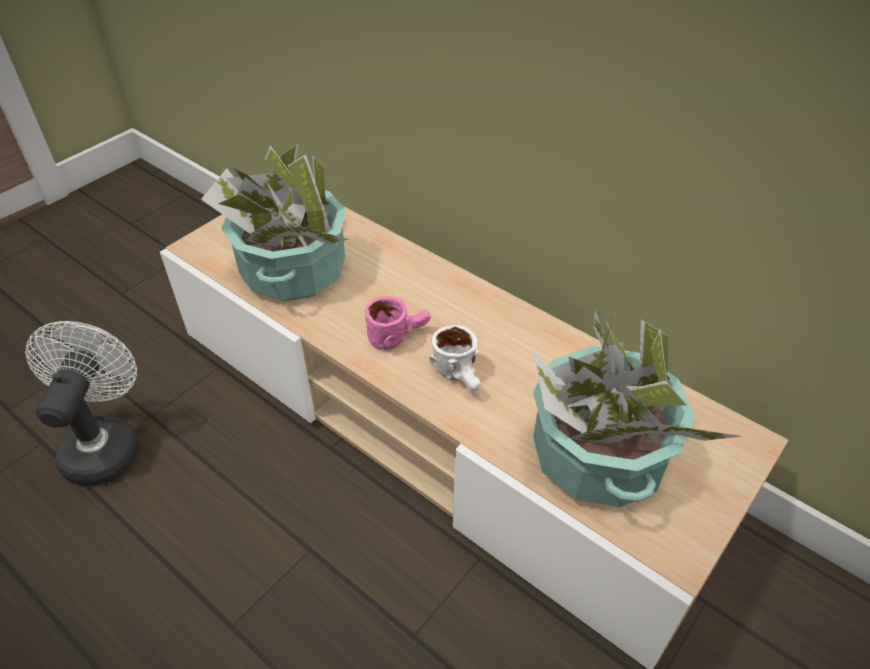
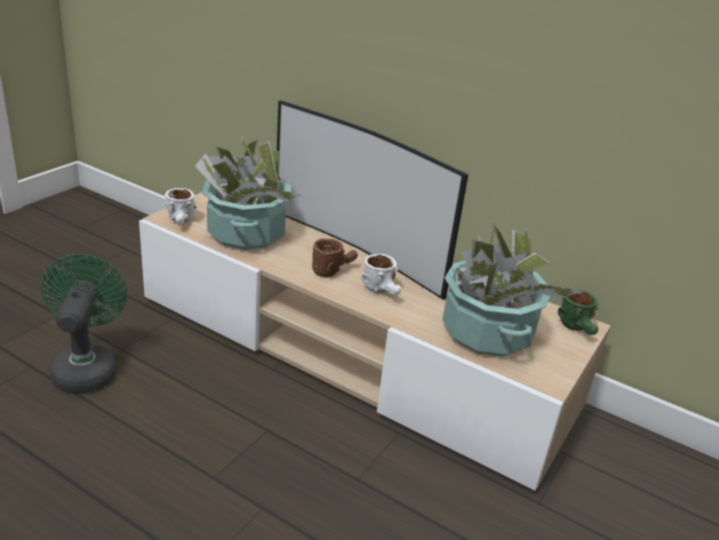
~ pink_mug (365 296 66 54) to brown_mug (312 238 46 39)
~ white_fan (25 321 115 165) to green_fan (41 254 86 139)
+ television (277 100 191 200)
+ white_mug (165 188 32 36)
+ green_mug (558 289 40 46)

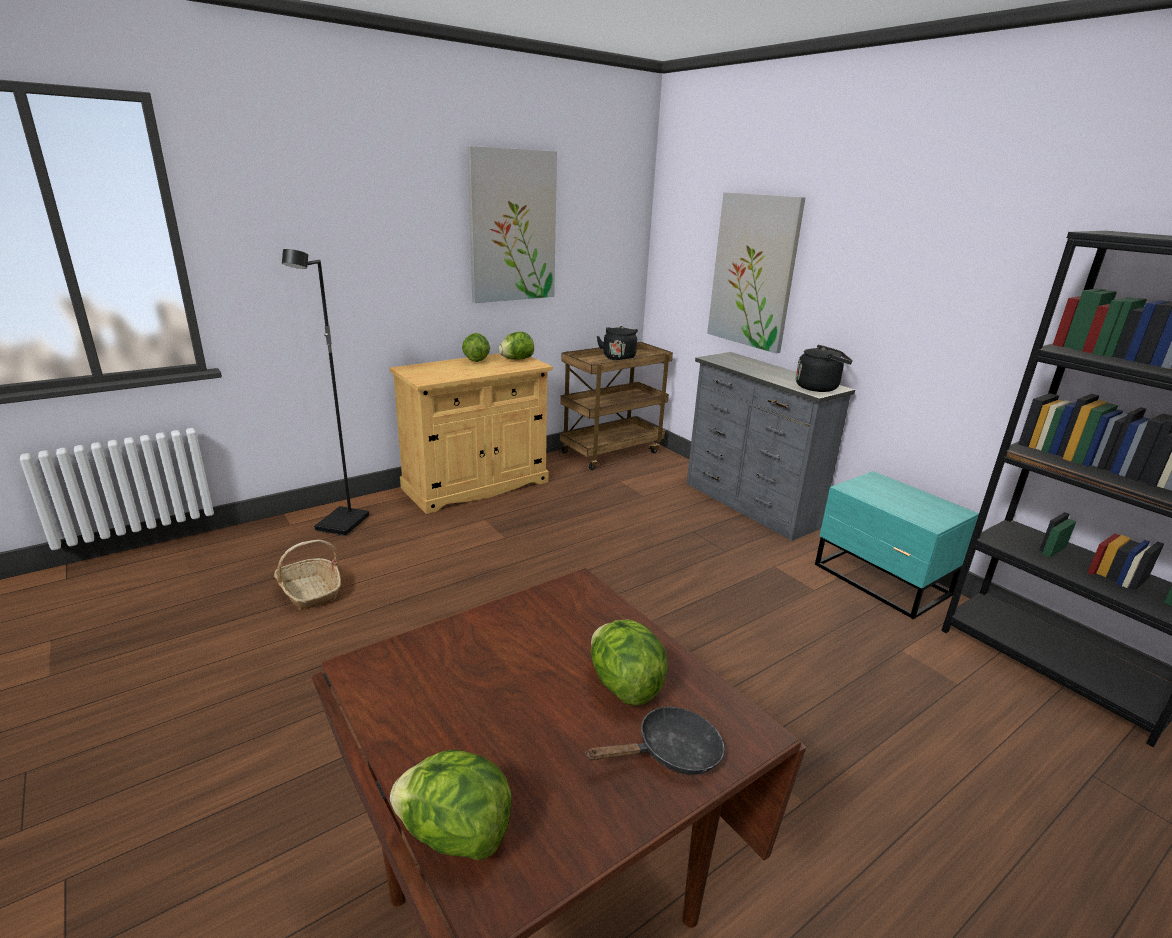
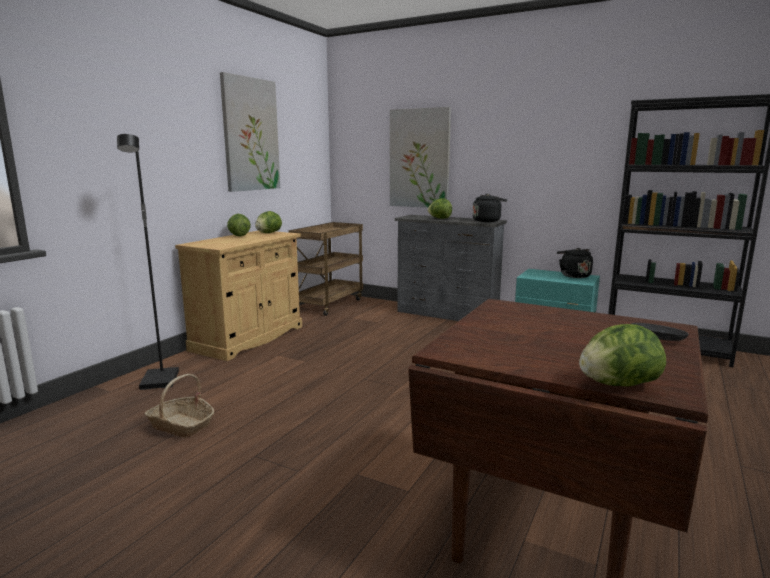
~ black_kettle (597 326 41 35) to (557 248 36 30)
~ lettuce (591 619 77 86) to (427 198 25 21)

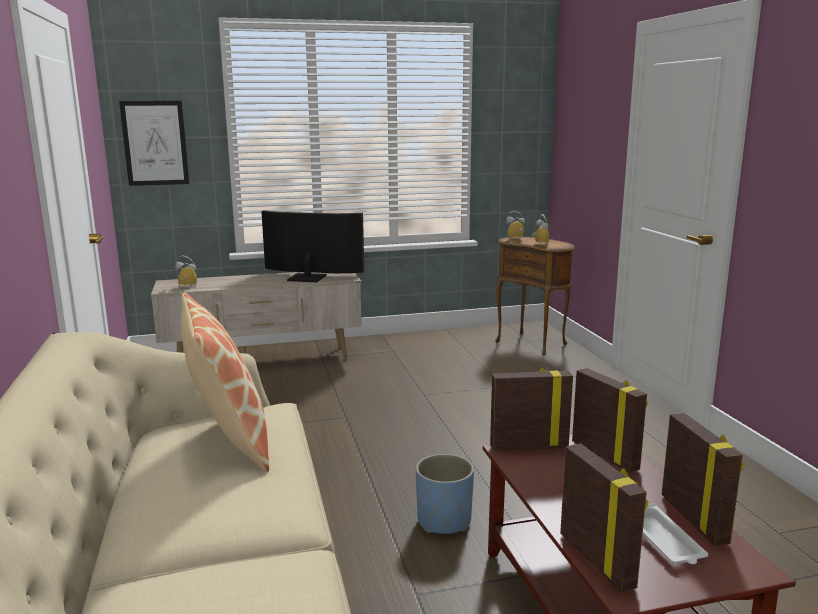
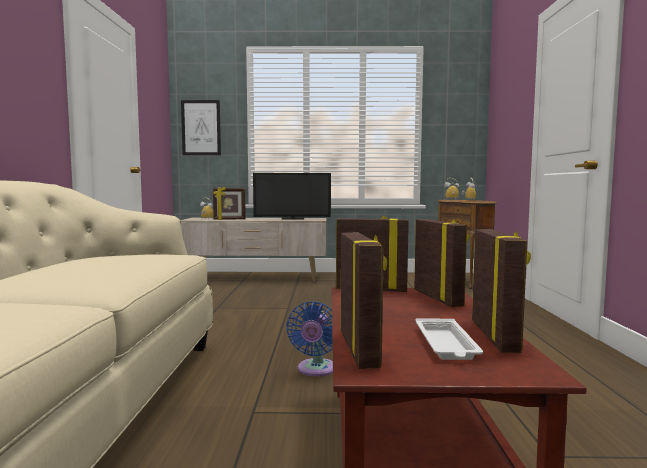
~ television (261 210 103 72) = (253 173 78 46) 150 degrees clockwise
- pillow (181 292 88 180)
~ blue_planter (416 454 58 80) to blue_fan (286 301 47 76)
+ picture_frame (213 187 33 33)

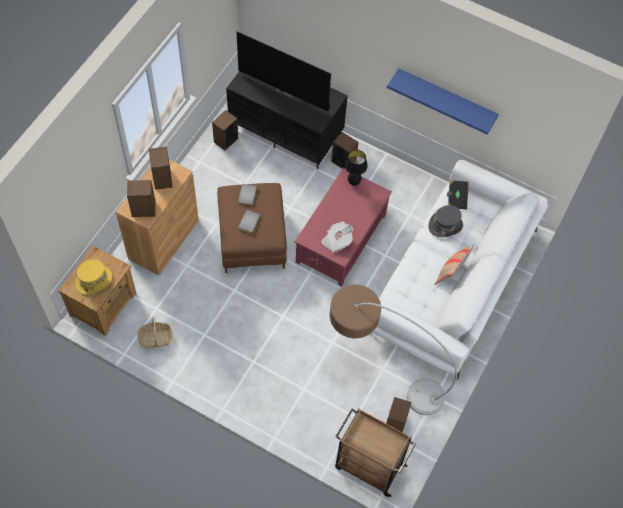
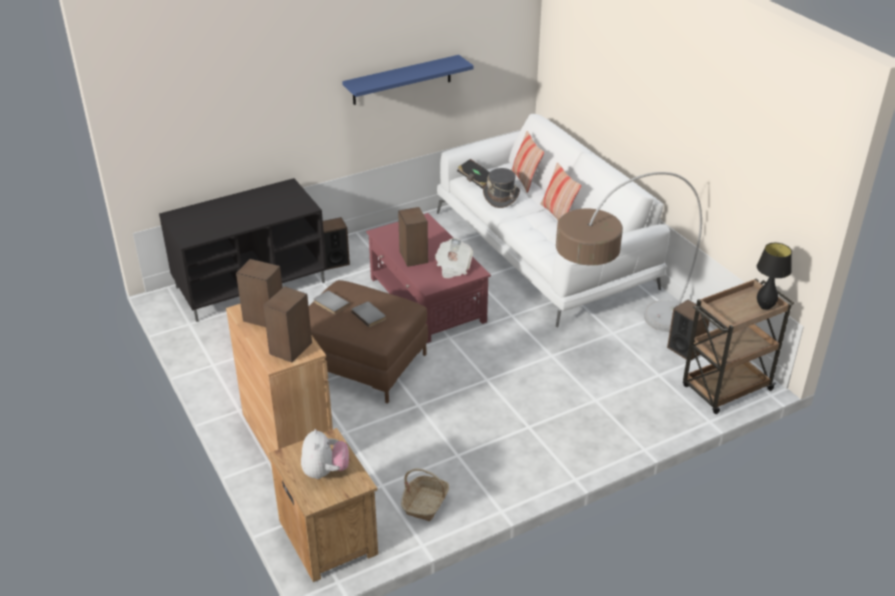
- television (237 31 94 80)
~ speaker (212 110 26 41) to (398 207 30 60)
~ black_table_lamp (345 150 23 36) to (757 243 35 67)
~ yellow_hat (75 259 37 36) to plush_toy (301 429 48 50)
+ pillow (511 131 33 62)

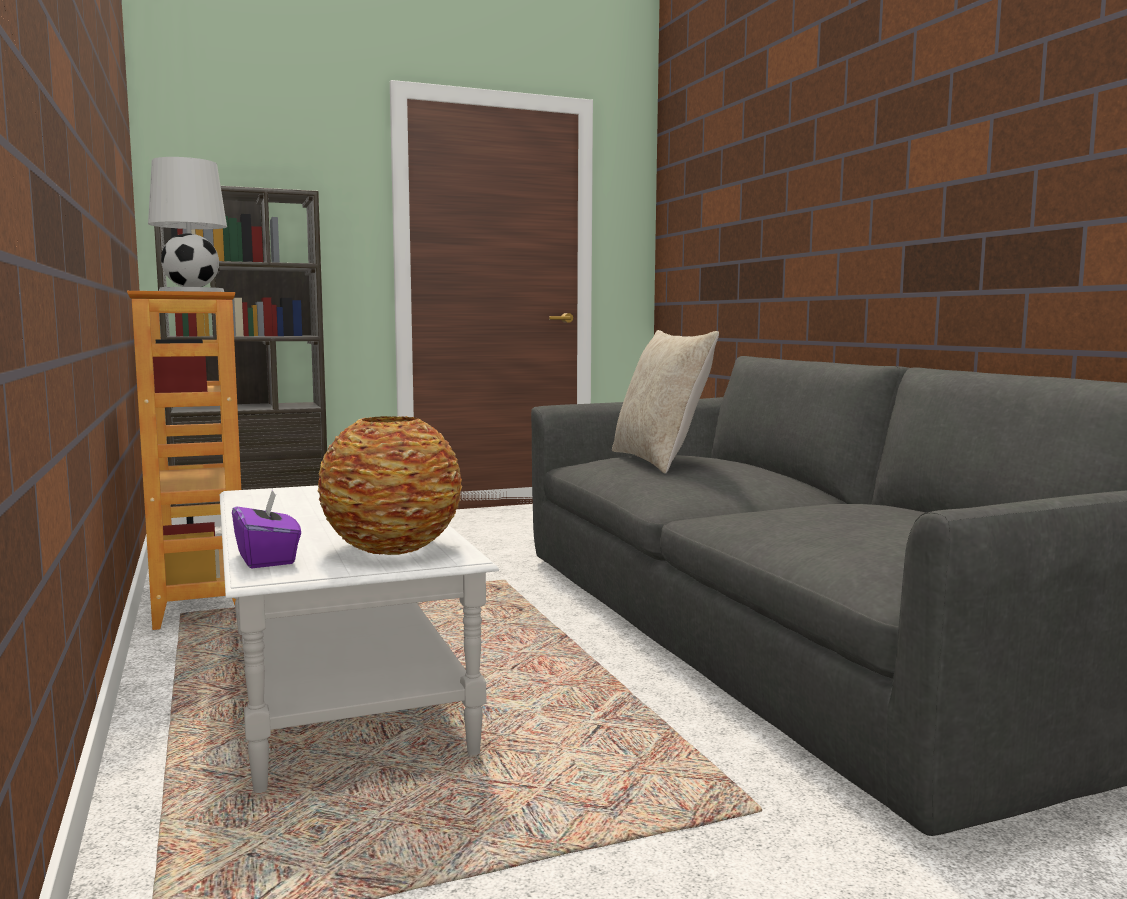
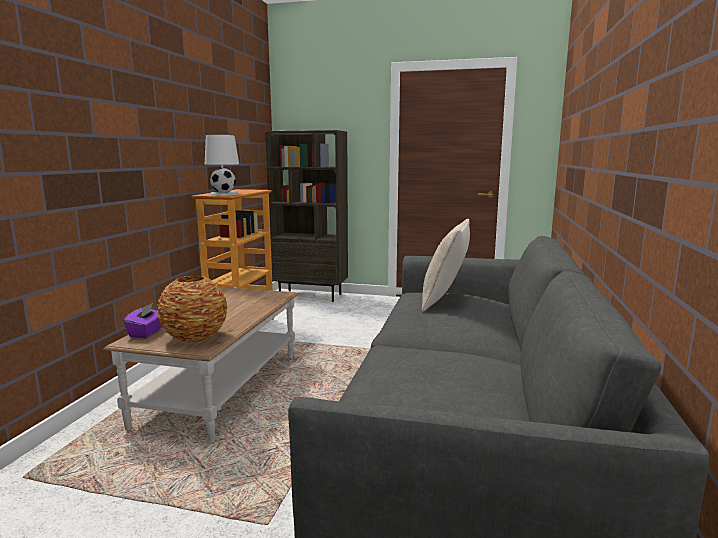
~ white_coffee_table (220 485 279 308) to brown_coffee_table (103 287 195 156)

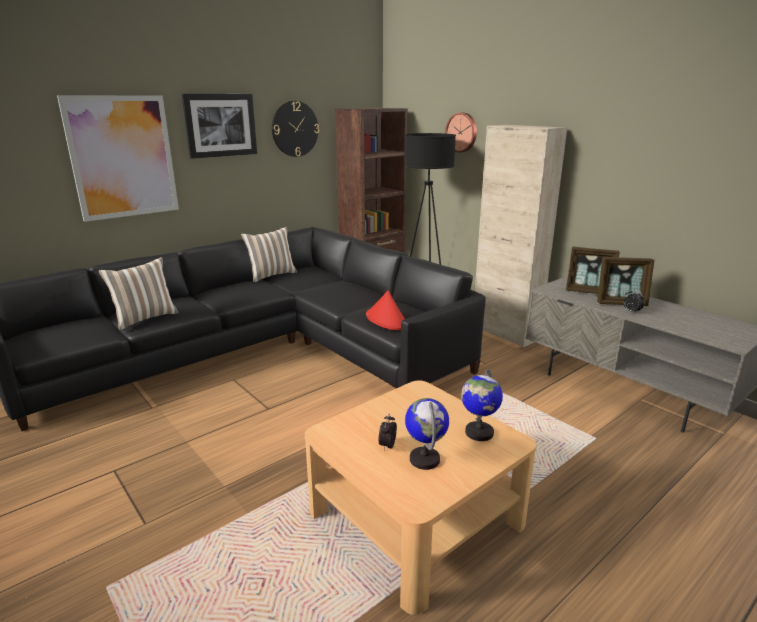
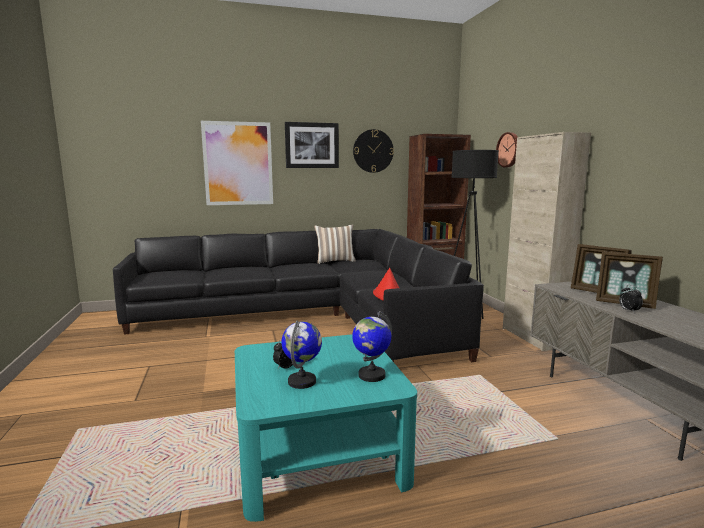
- pillow (99 257 80 73)
~ beige_coffee_table (305 380 231 235) to turquoise_coffee_table (235 334 182 188)

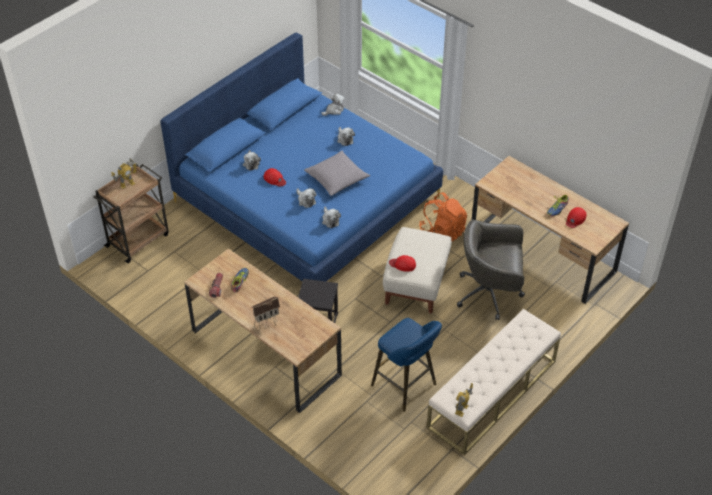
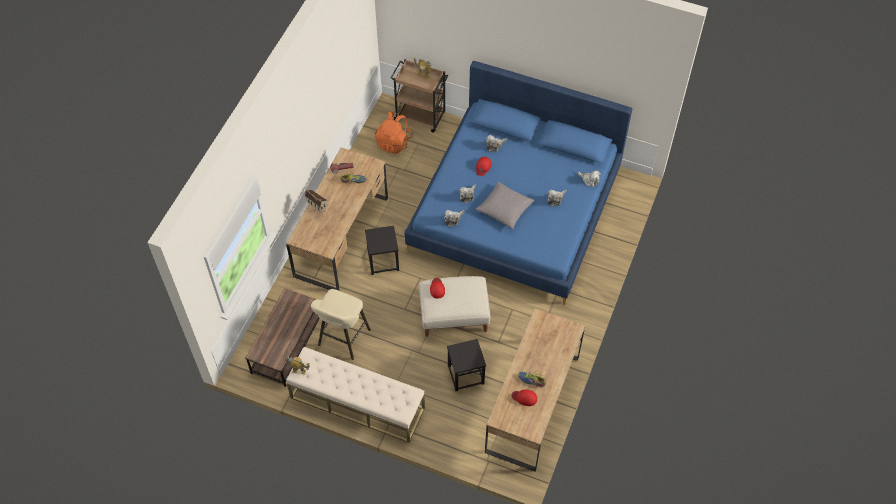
~ orange_backpack (419 193 48 48) to (375 111 38 43)
~ grey_office_chair (457 220 68 100) to black_stool (447 339 39 52)
~ blue_stool (371 318 71 94) to beige_stool (311 289 60 71)
+ brown_coffee_table (245 288 75 99)

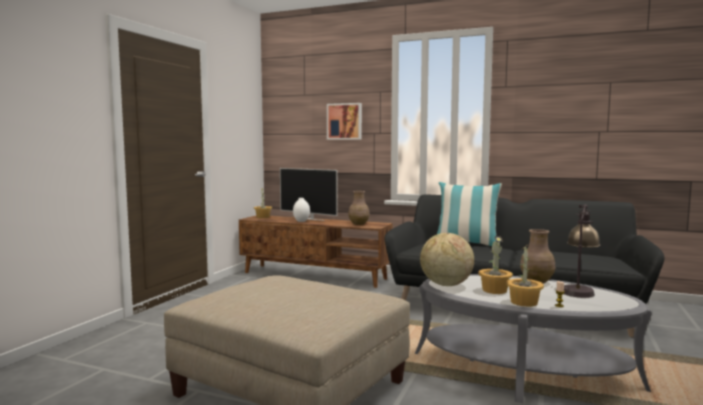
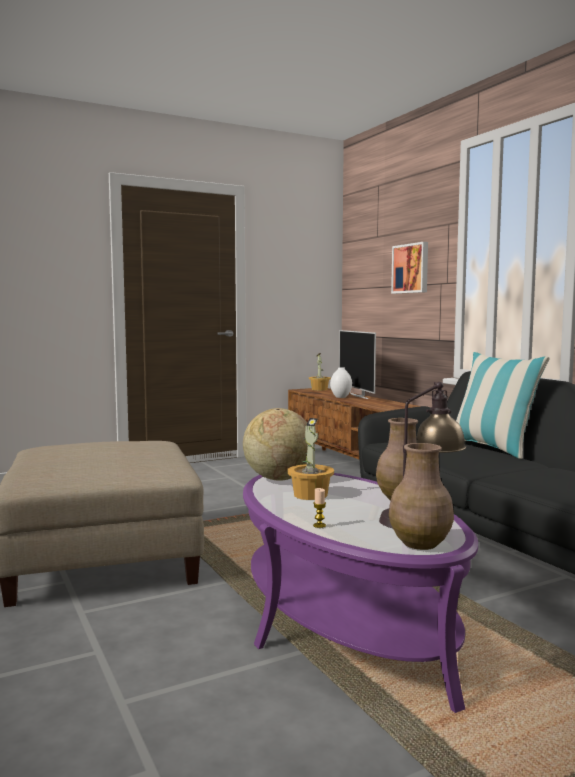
~ brown_vase (348 191 22 34) to (389 443 65 107)
- potted_plant (506 246 38 61)
~ grey_coffee_table (415 274 237 129) to purple_coffee_table (243 473 235 240)

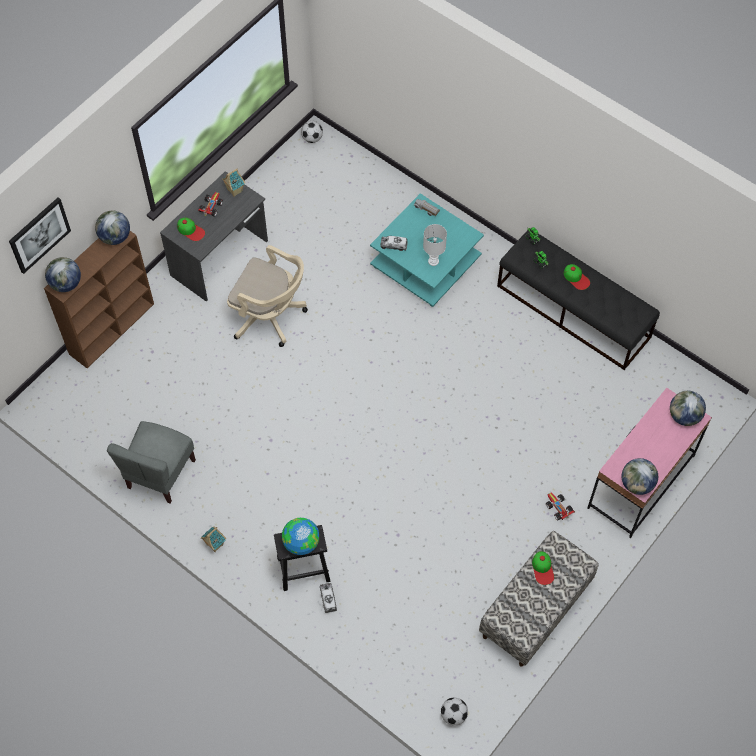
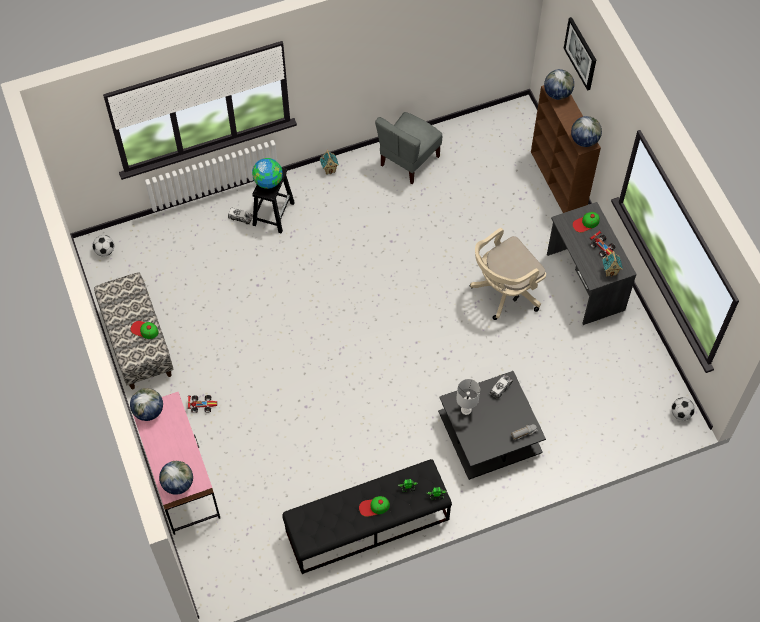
~ turquoise_coffee_table (370 193 114 114) to black_coffee_table (438 371 108 109)
~ grey_chair (107 421 89 83) = (375 112 67 72) 105 degrees counterclockwise

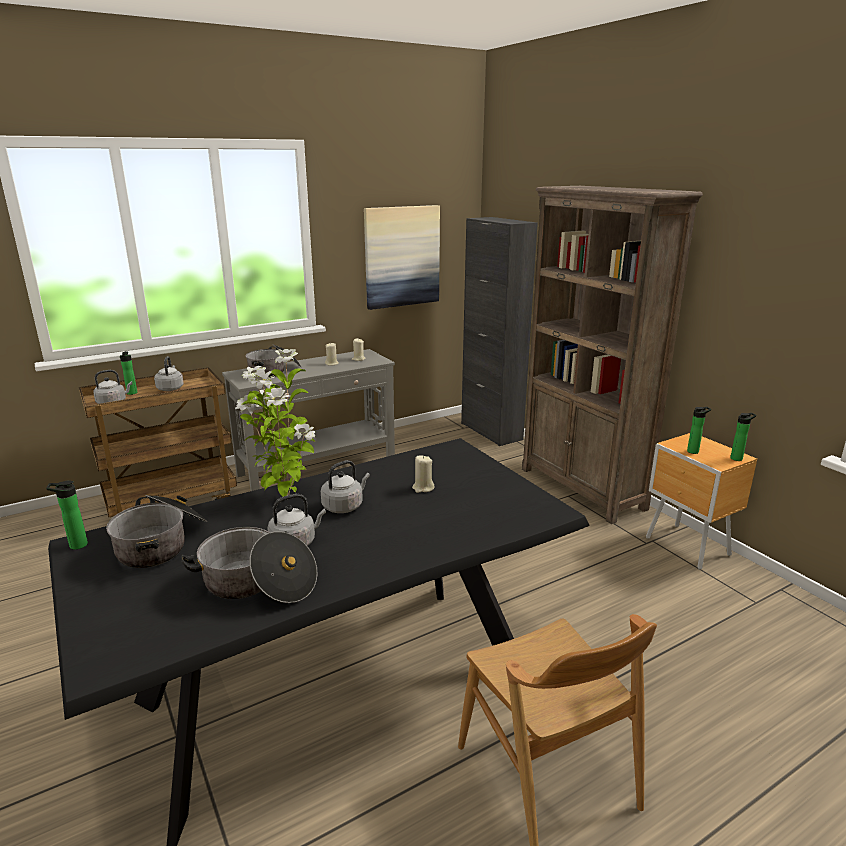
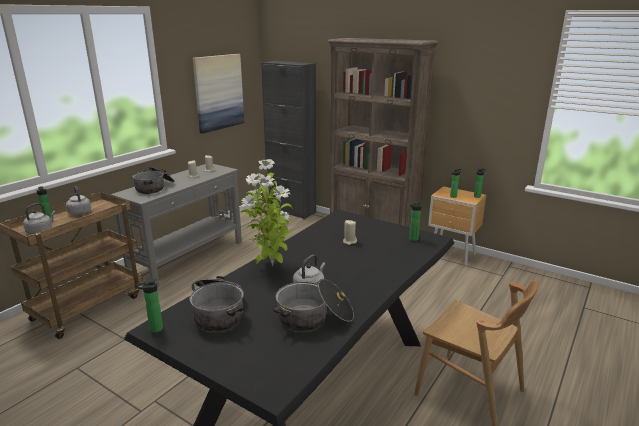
- grey_kettle (321 460 49 53)
+ bottle (409 201 12 40)

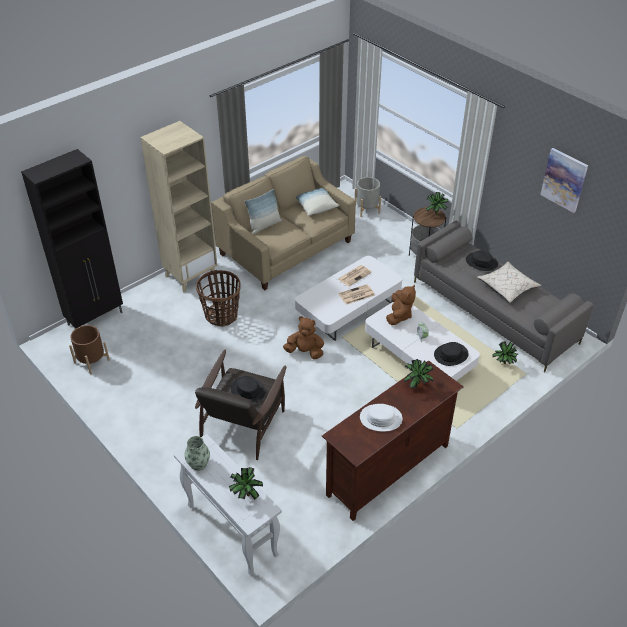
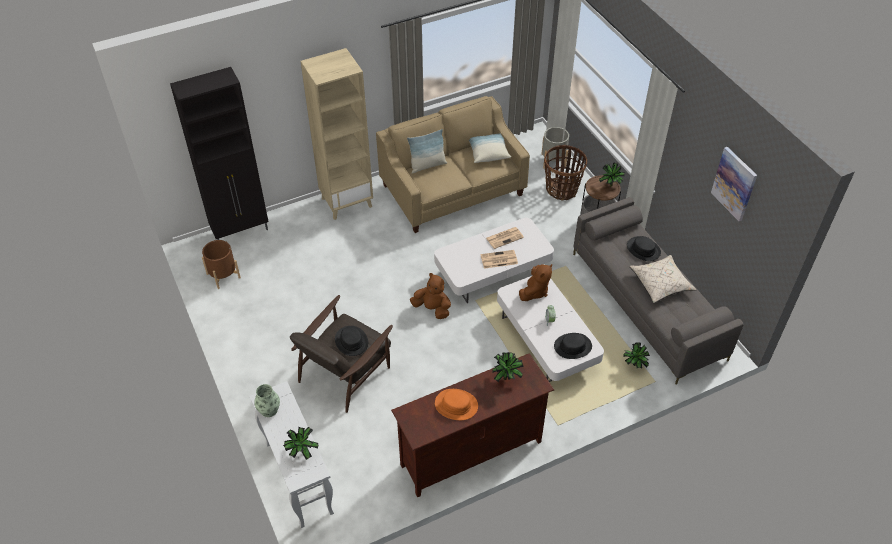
~ basket (196 270 45 57) to (544 145 43 56)
~ white_hat (360 404 43 28) to orange_hat (435 389 43 31)

